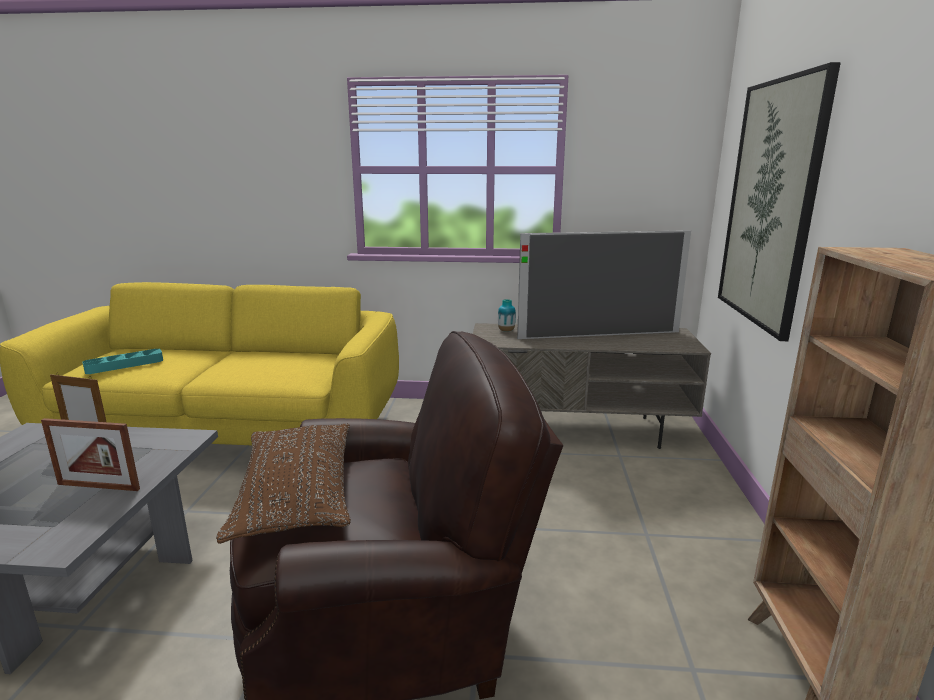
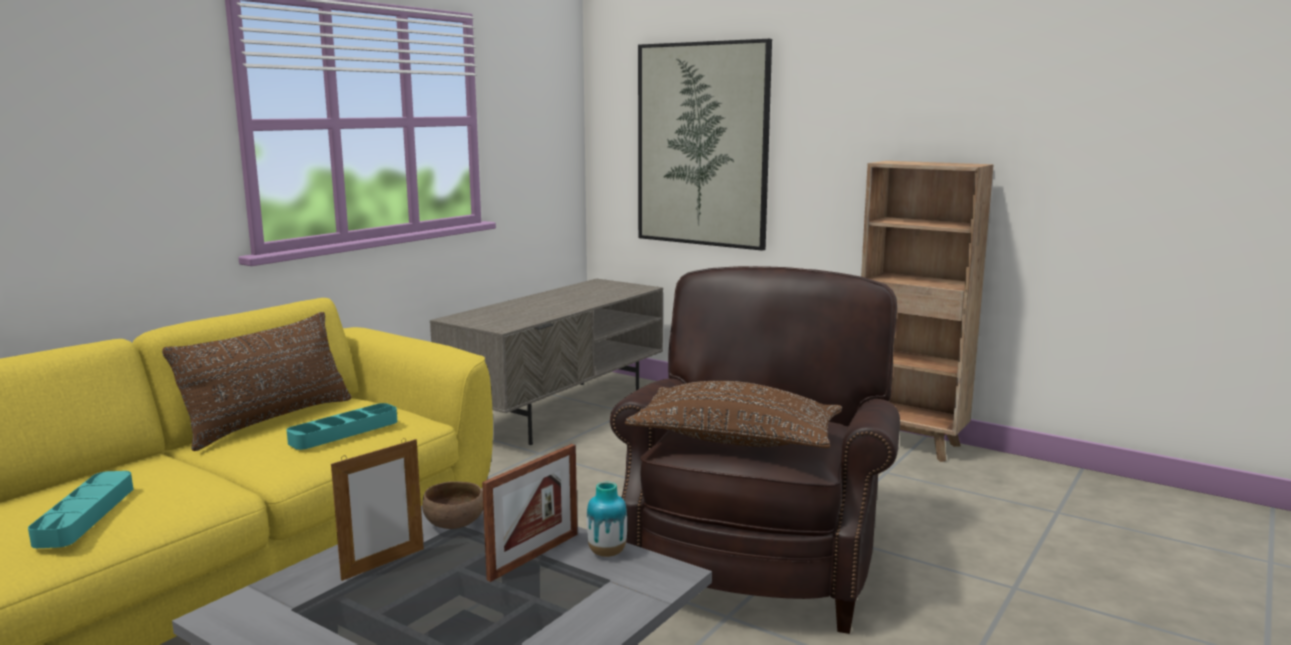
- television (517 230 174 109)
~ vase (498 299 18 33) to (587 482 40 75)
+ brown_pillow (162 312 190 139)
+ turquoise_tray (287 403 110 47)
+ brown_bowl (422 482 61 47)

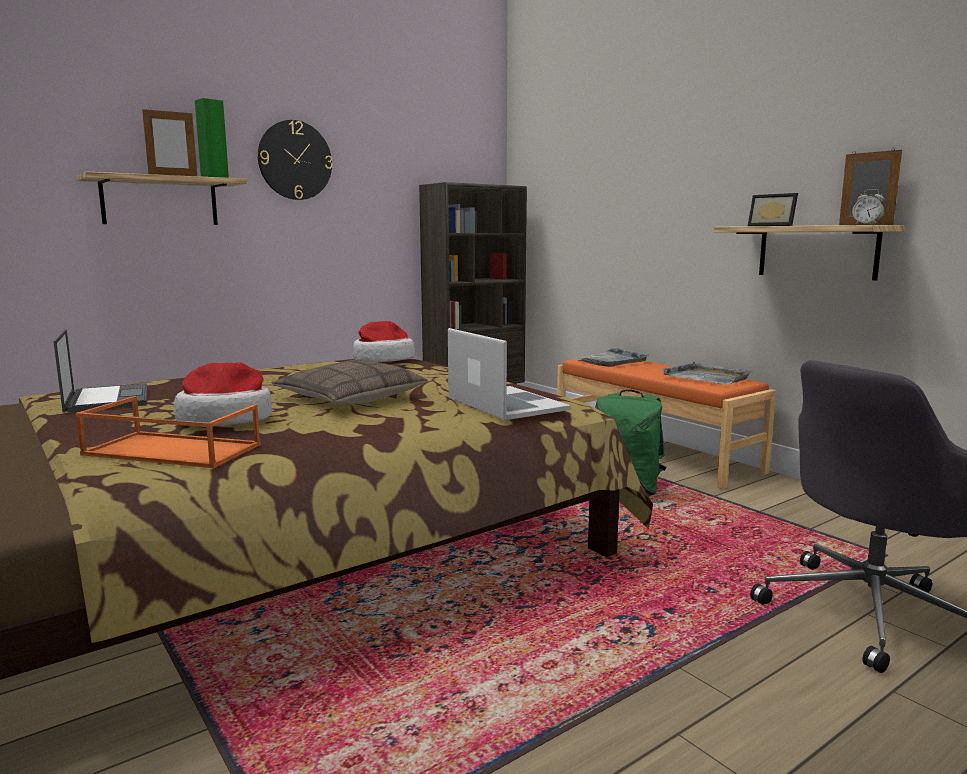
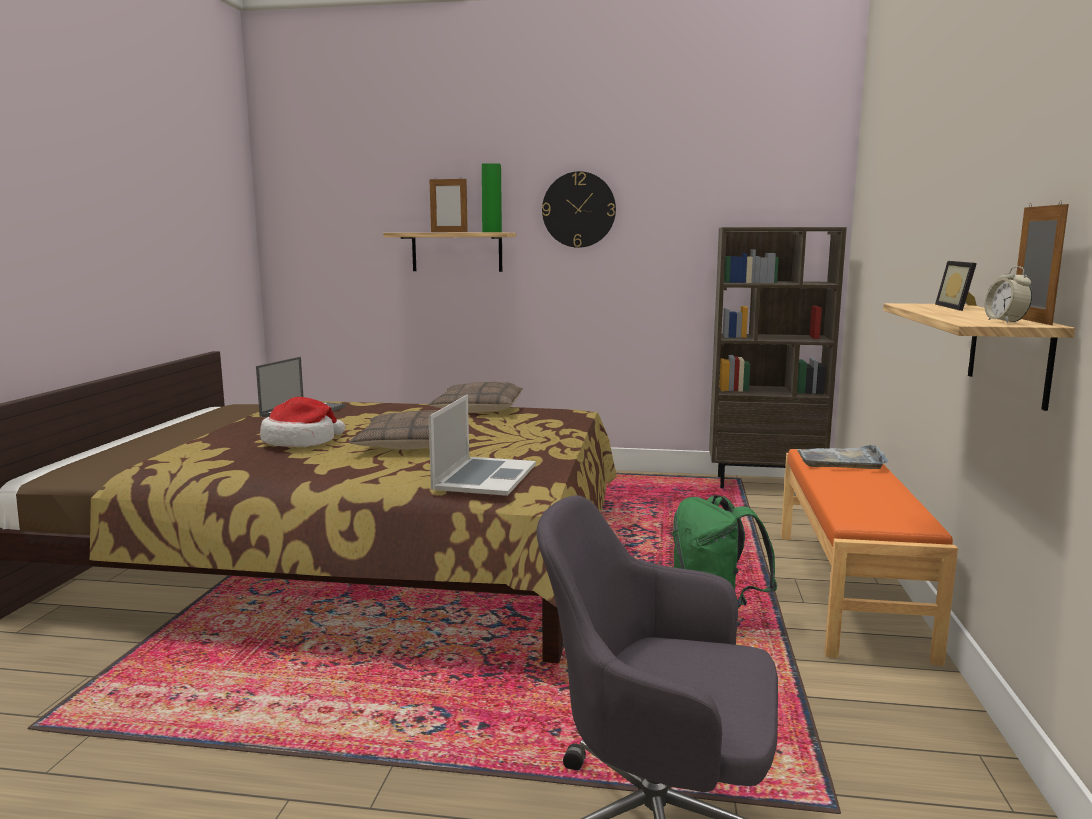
- hat (353 321 62 41)
- grey_tray (660 361 91 24)
- orange_tray (75 396 186 72)
+ pillow (429 382 94 31)

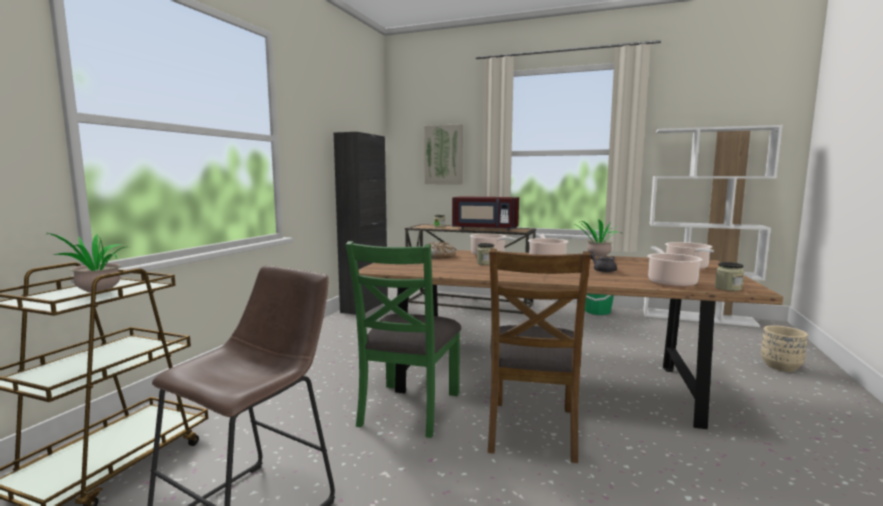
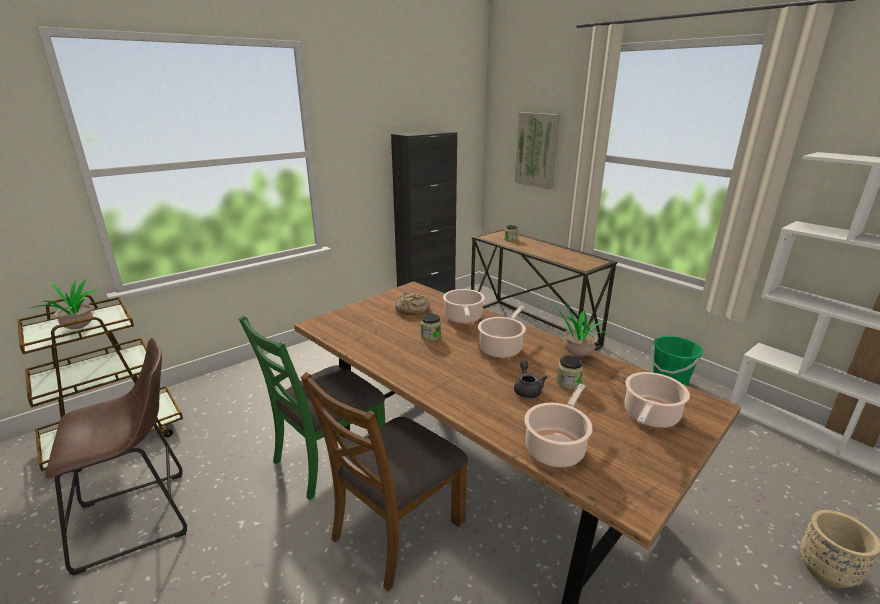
- red_microwave (452 196 67 35)
~ jar (715 262 29 29) to (556 356 27 33)

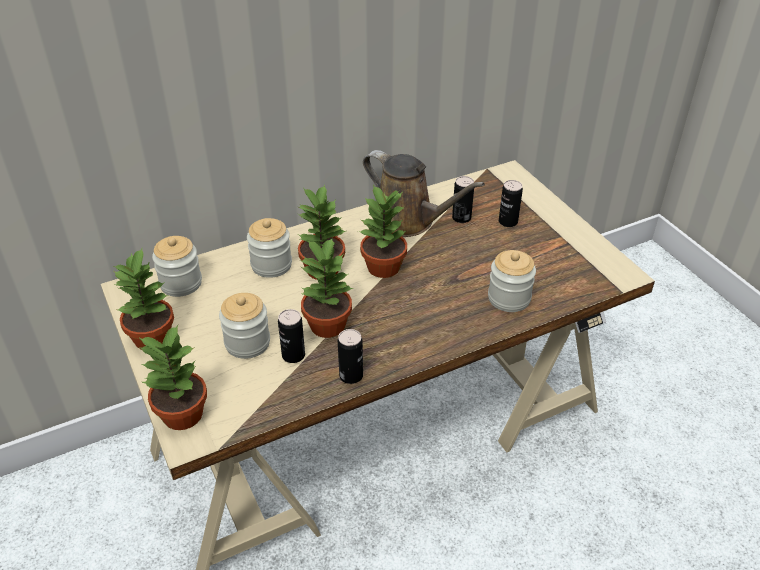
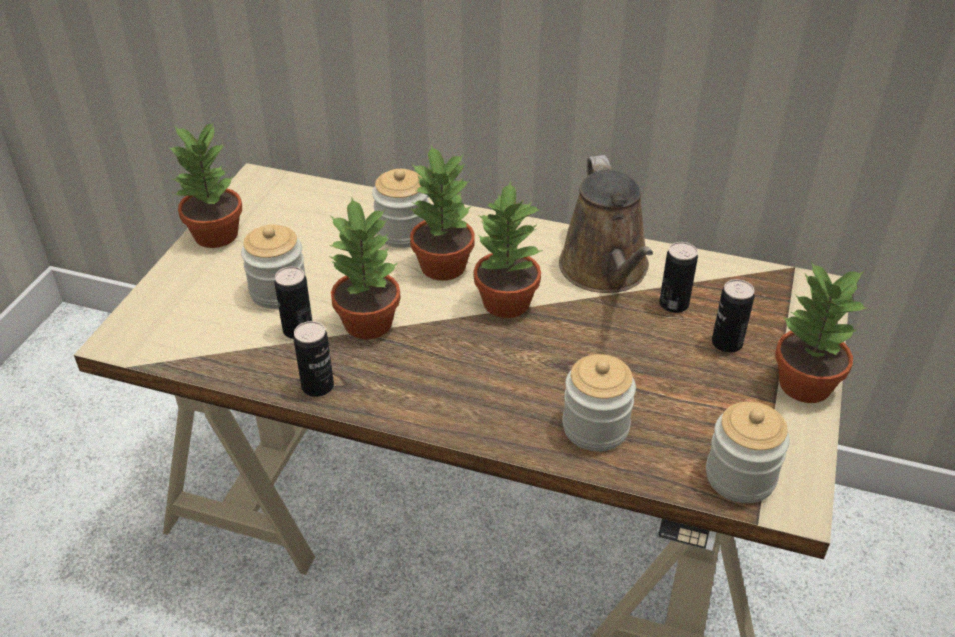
~ jar (152 236 50 61) to (706 401 84 102)
~ potted_plant (139 325 68 105) to (775 262 92 141)

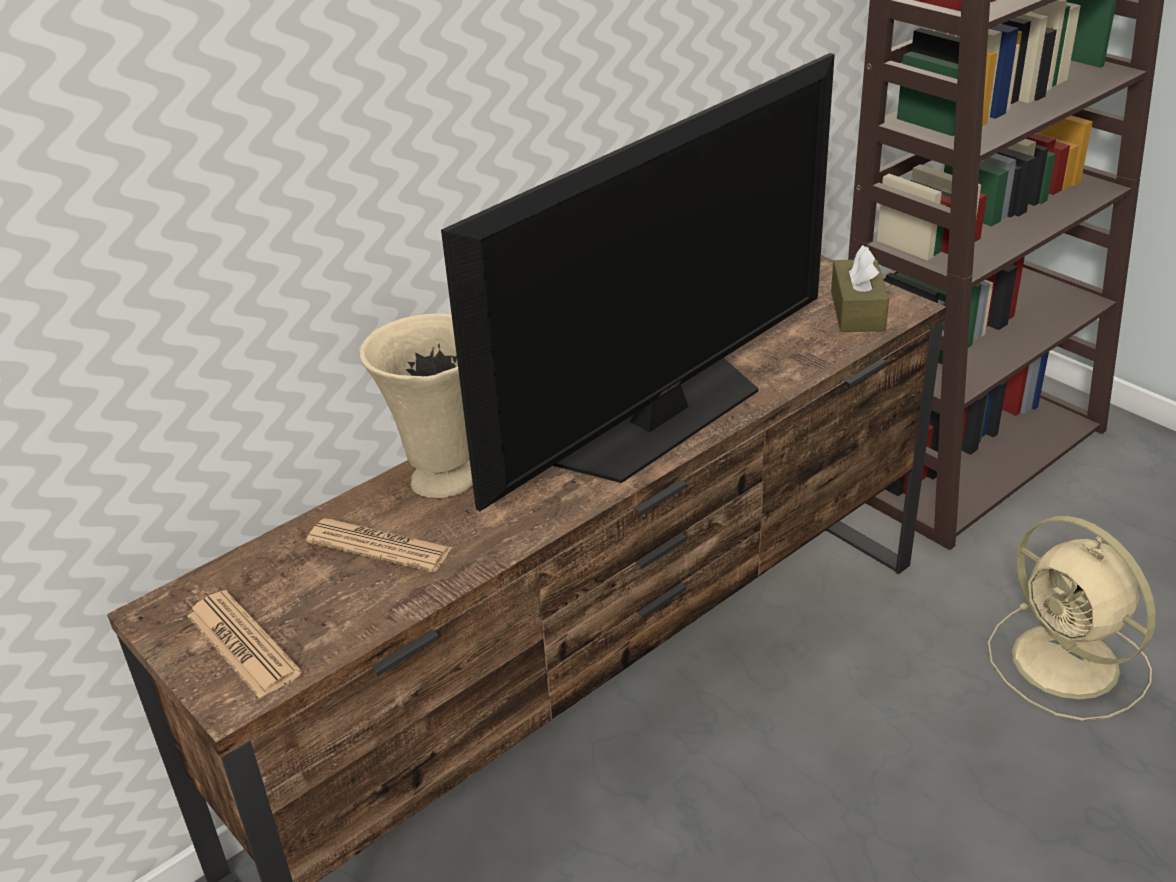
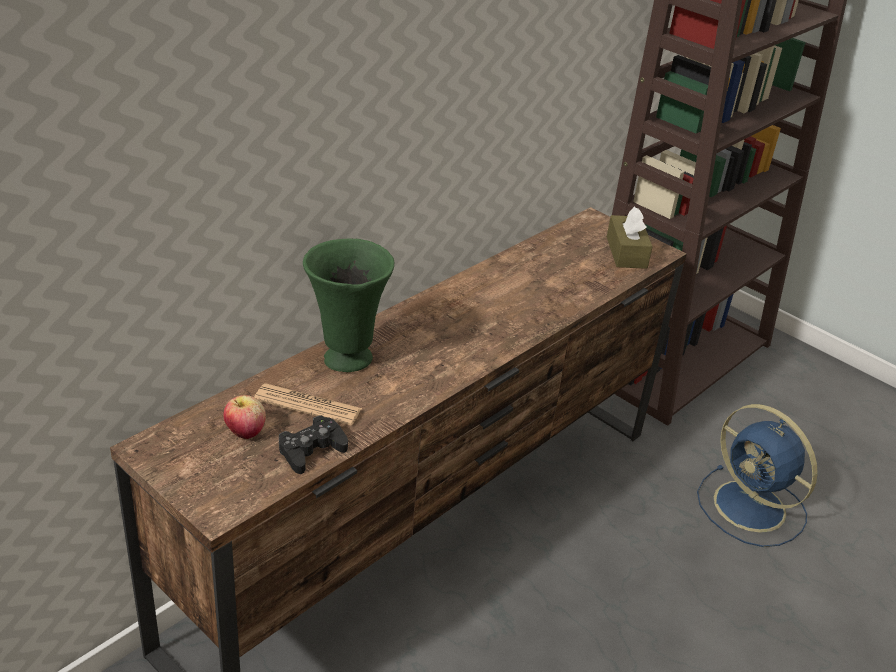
- television (441 53 394 458)
~ beige_vase (359 313 114 185) to green_vase (303 239 91 133)
~ beige_fan (988 516 168 205) to blue_fan (697 404 121 143)
- newspaper (187 590 115 109)
+ apple (223 395 43 44)
+ black_game_controller (279 415 69 59)

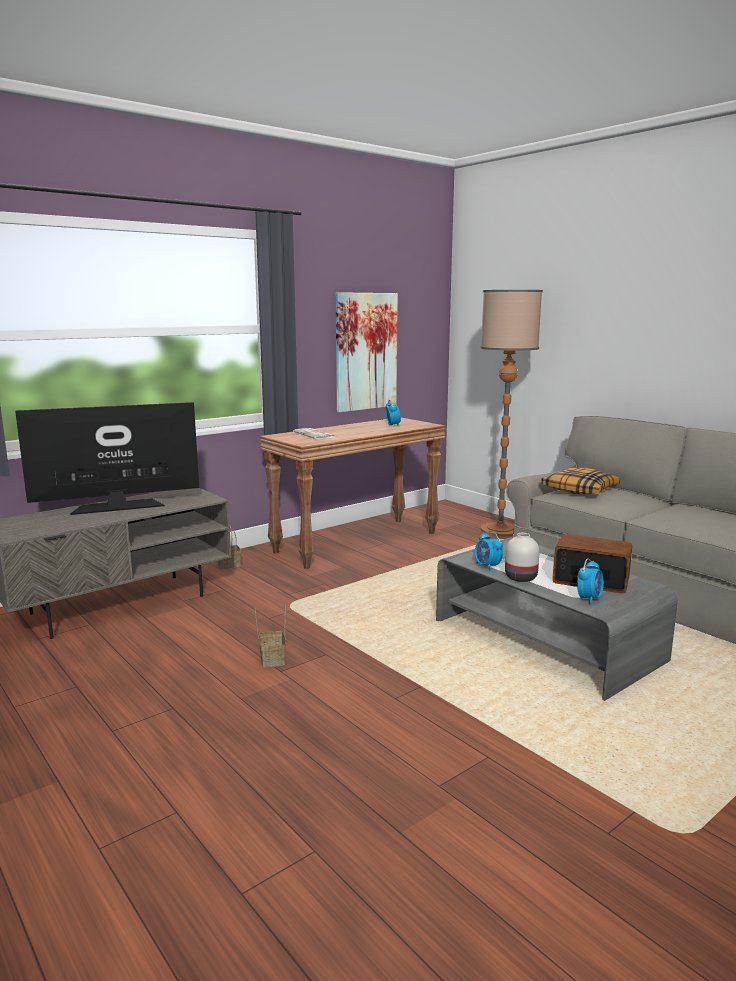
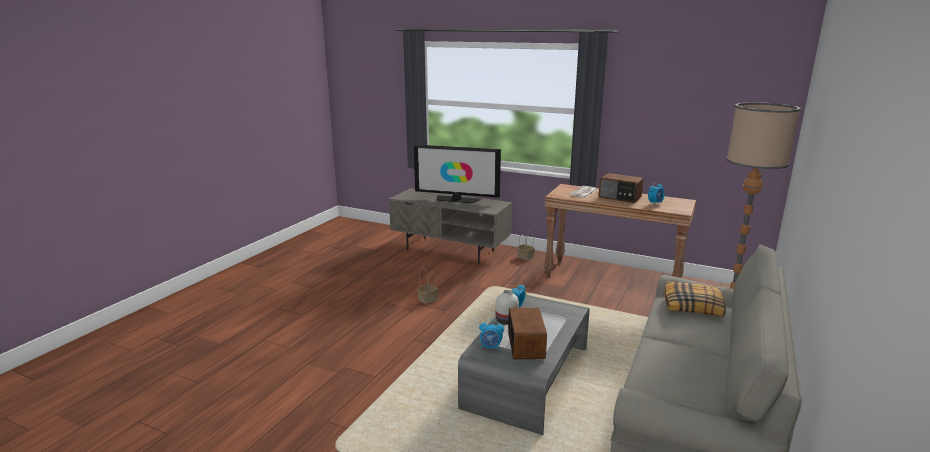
- picture (336 292 62 121)
~ television (15 402 184 113) = (414 145 87 58) 150 degrees clockwise
+ radio (599 173 45 30)

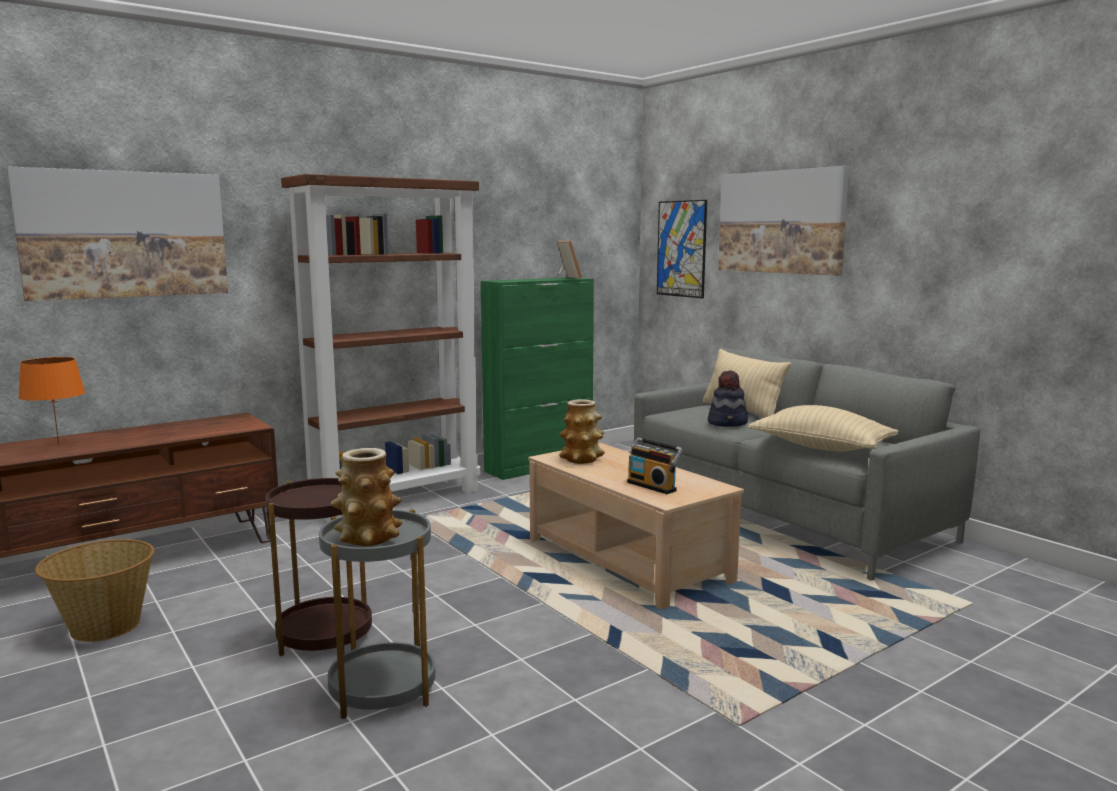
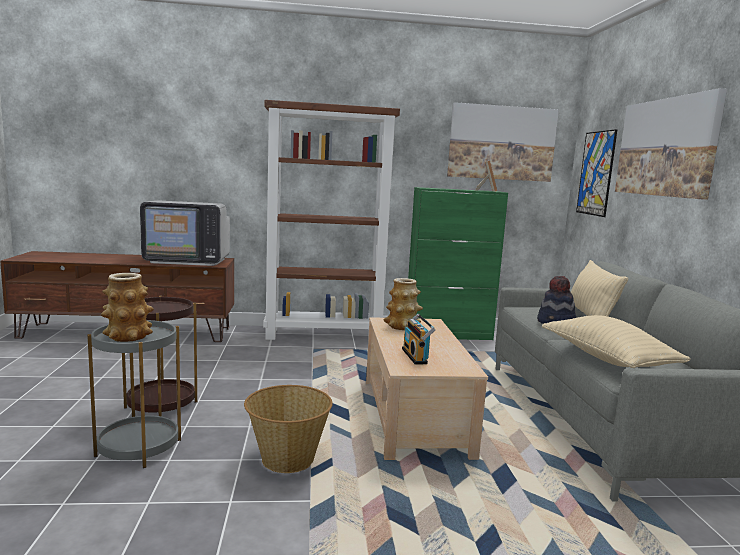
~ picture (7 167 221 134) to (447 102 112 80)
- orange_table_lamp (18 357 67 88)
~ basket (35 539 119 103) to (244 385 89 88)
+ television (140 200 90 66)

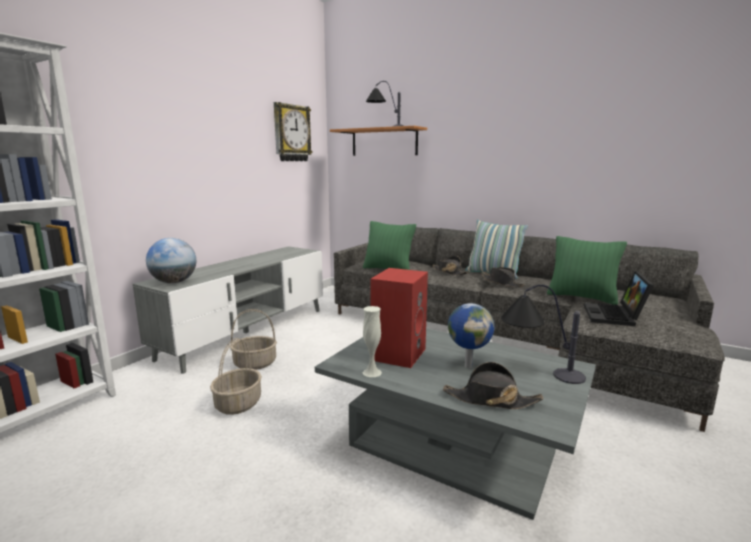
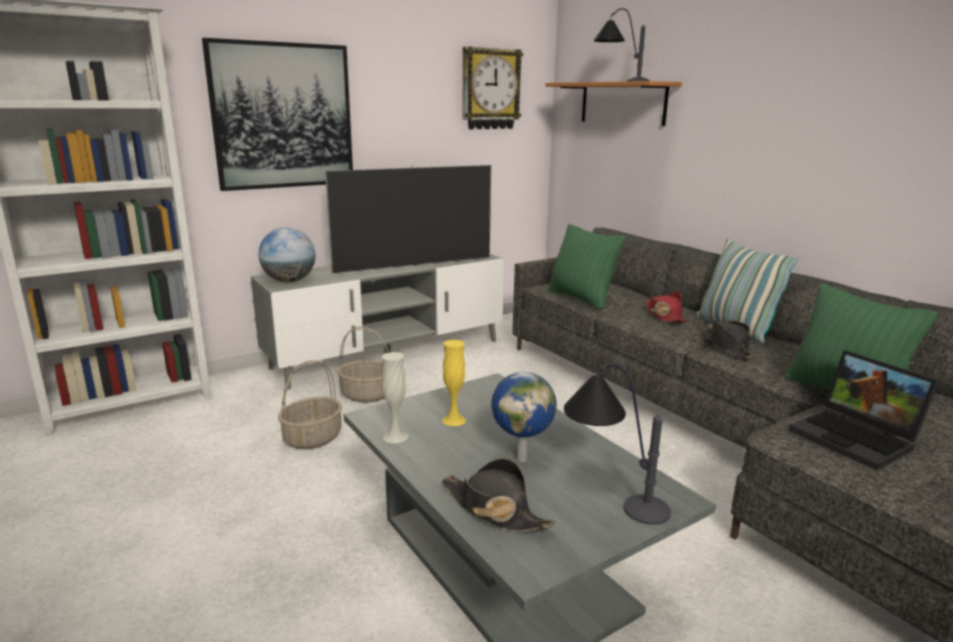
~ black_hat (432 256 37 19) to red_hat (646 292 42 31)
~ red_speaker (370 268 58 100) to yellow_vase (442 340 24 86)
~ laptop (584 271 70 55) = (789 350 150 120) 75 degrees counterclockwise
+ picture (202 38 151 153)
+ television (325 165 166 108)

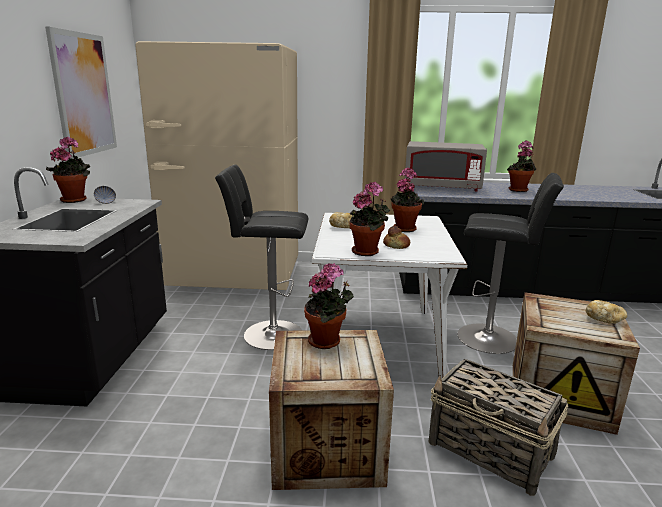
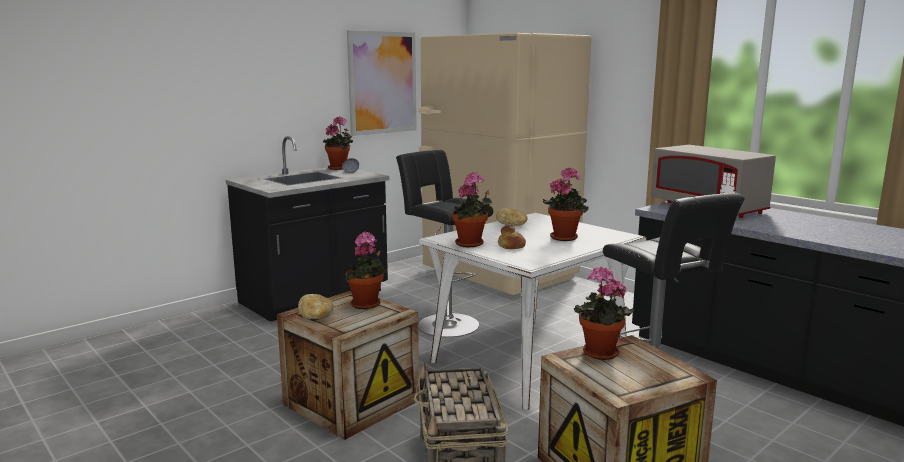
~ potted_plant (507 141 29 51) to (574 266 60 94)
~ bread (586 300 41 24) to (298 294 36 25)

